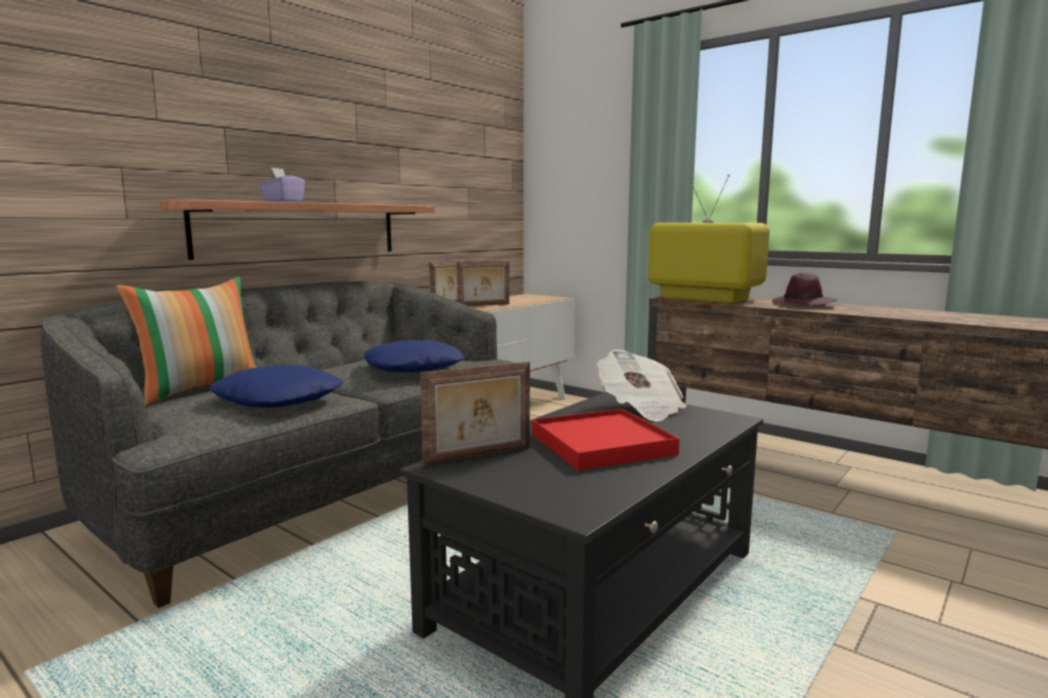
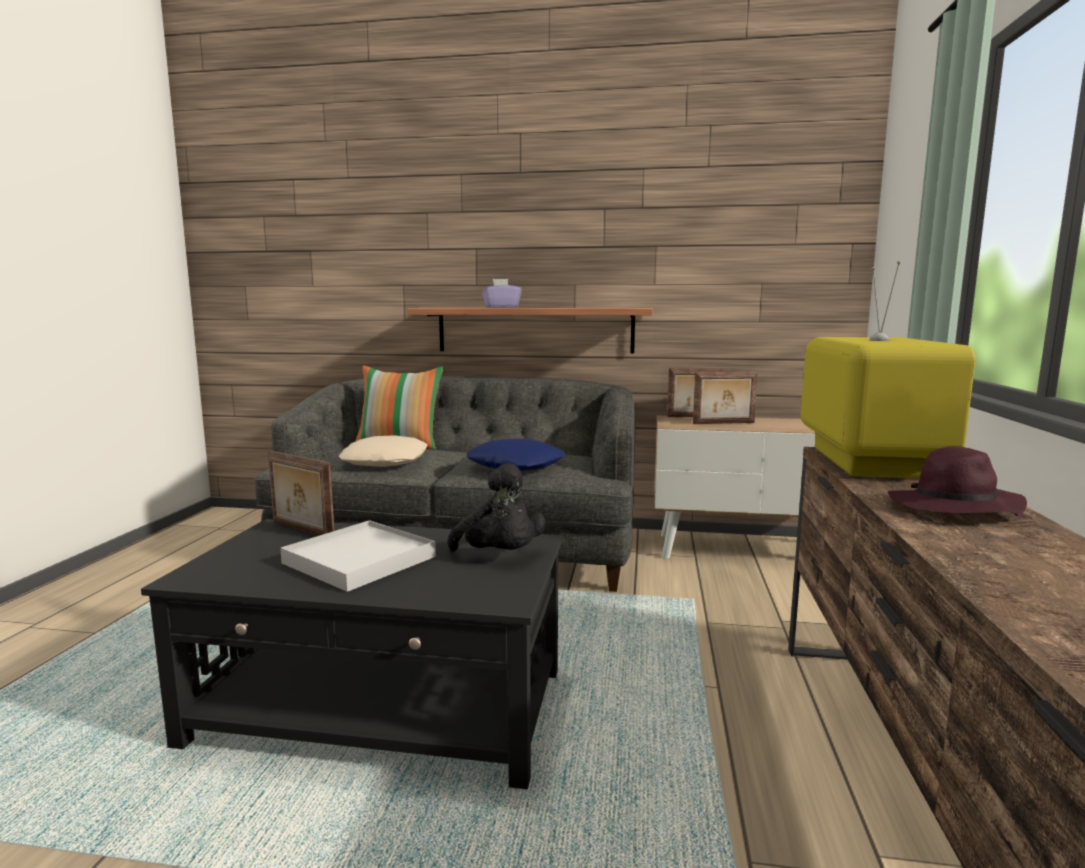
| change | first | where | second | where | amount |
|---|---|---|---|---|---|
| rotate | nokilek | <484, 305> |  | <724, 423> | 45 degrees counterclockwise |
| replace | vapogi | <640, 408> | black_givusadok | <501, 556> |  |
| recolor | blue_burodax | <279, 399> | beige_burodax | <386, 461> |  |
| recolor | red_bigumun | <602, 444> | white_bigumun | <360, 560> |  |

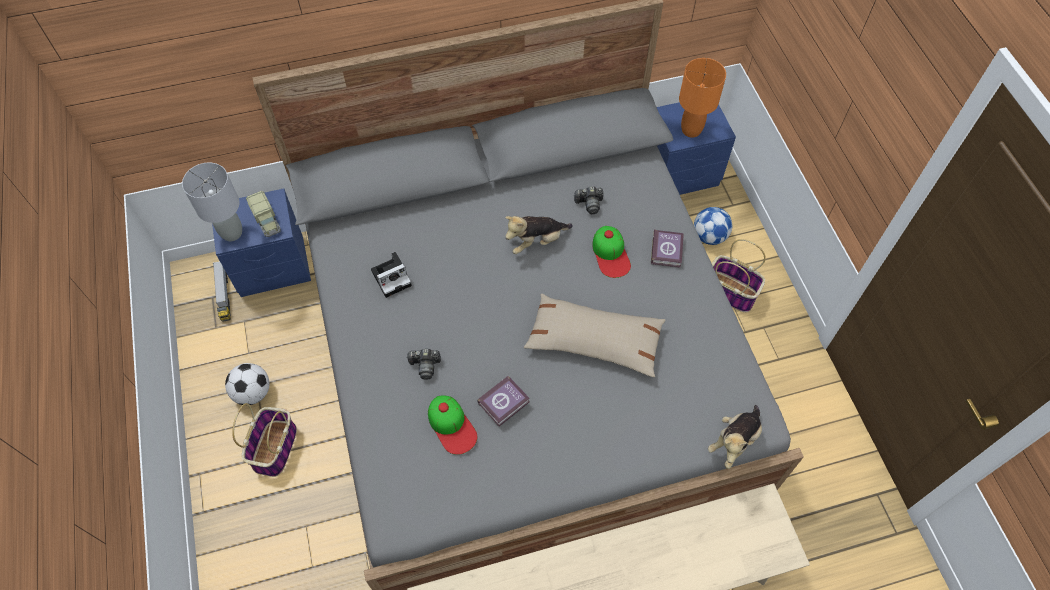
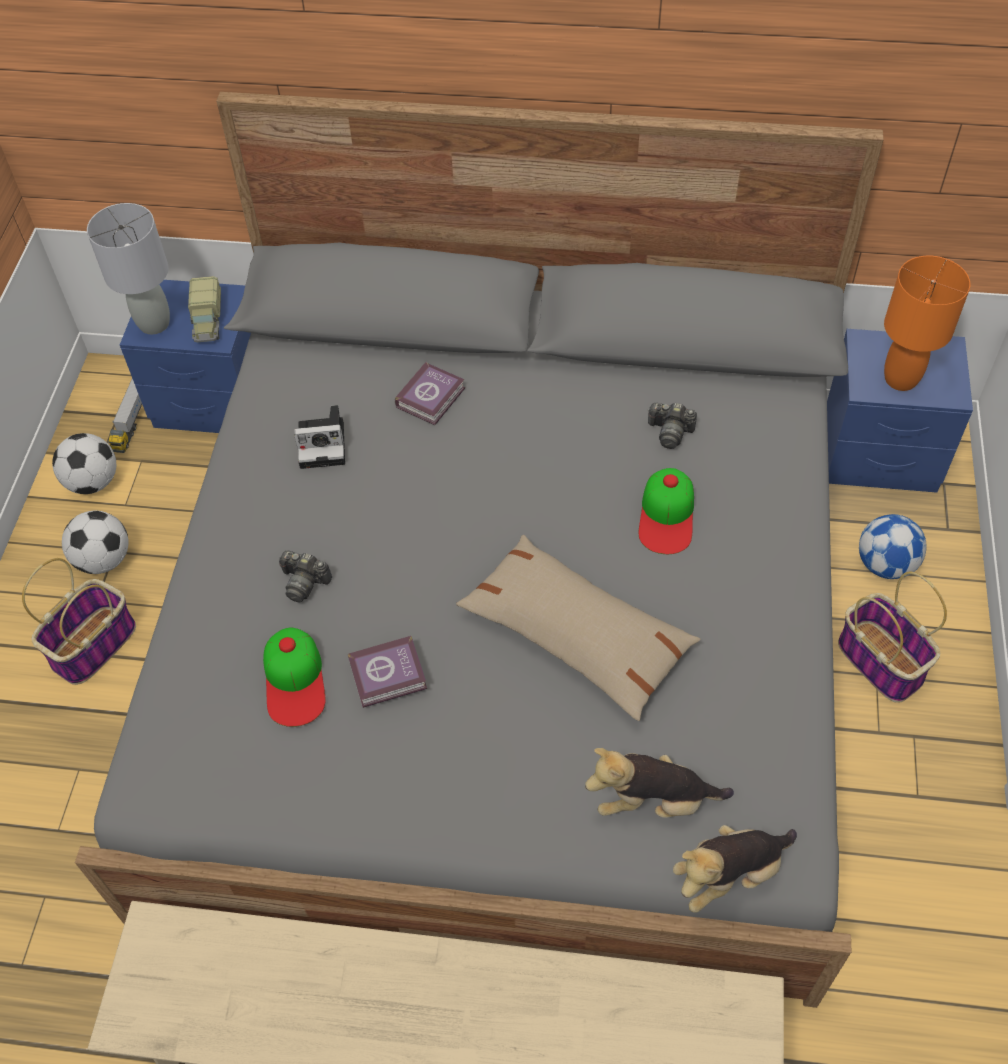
| change | first | where | second | where | amount |
|---|---|---|---|---|---|
| move | givusadok | <536, 241> |  | <653, 801> |  |
| move | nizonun | <667, 250> |  | <432, 397> |  |
| insert |  |  | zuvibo | <93, 482> |  |

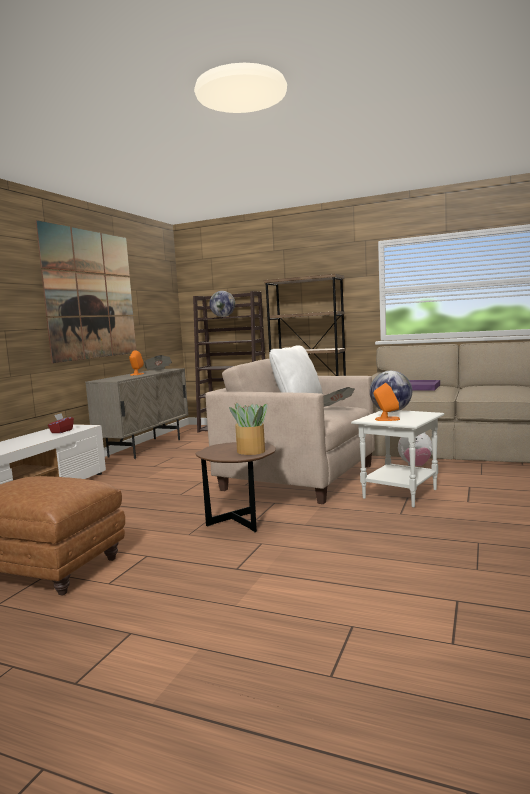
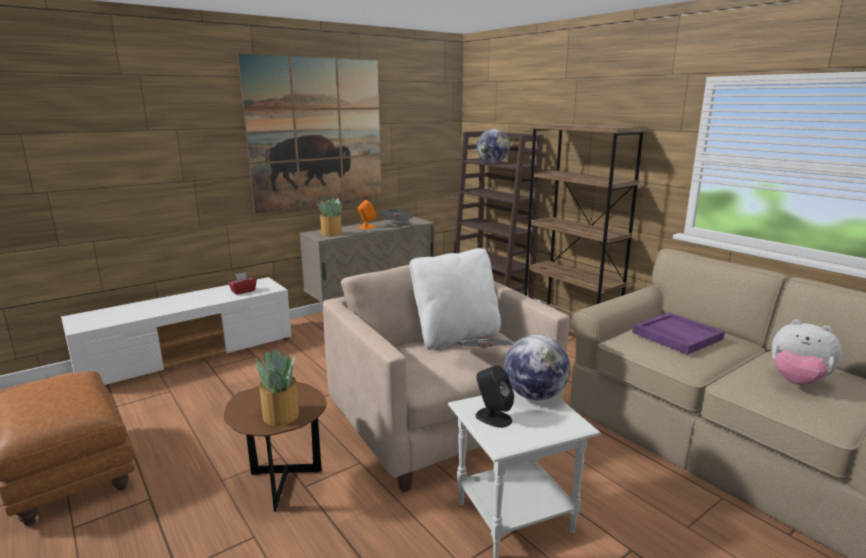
| change | first | where | second | where | amount |
|---|---|---|---|---|---|
| recolor | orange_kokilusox | <387, 419> | black_kokilusox | <493, 417> |  |
| move | givusadok | <416, 466> |  | <797, 382> |  |
| insert |  |  | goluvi | <331, 234> |  |

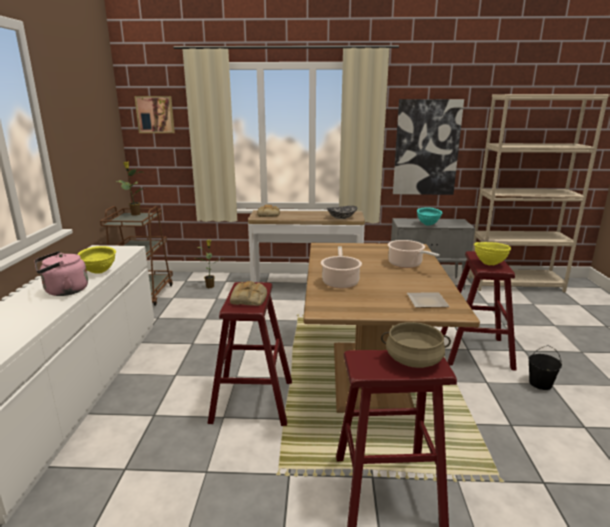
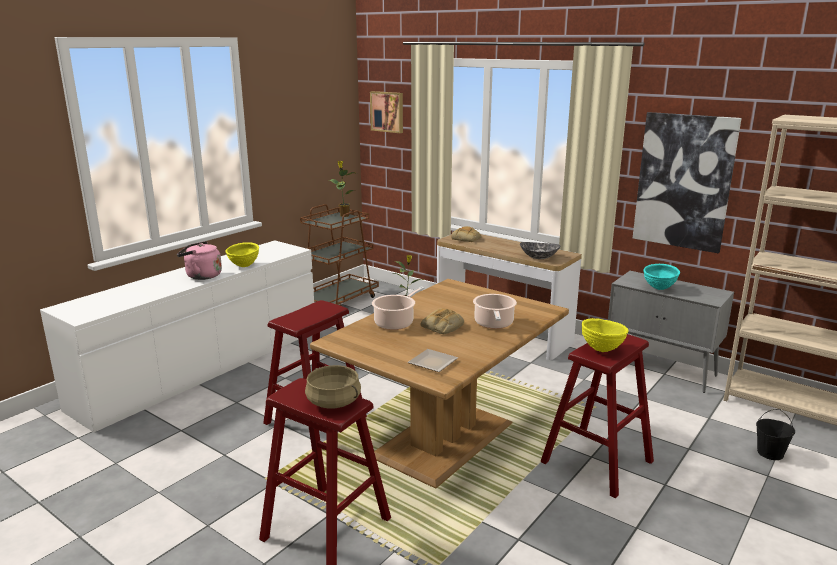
| change | first | where | second | where | amount |
|---|---|---|---|---|---|
| move | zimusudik | <249, 299> |  | <442, 326> |  |
| move | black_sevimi | <540, 383> |  | <770, 453> |  |

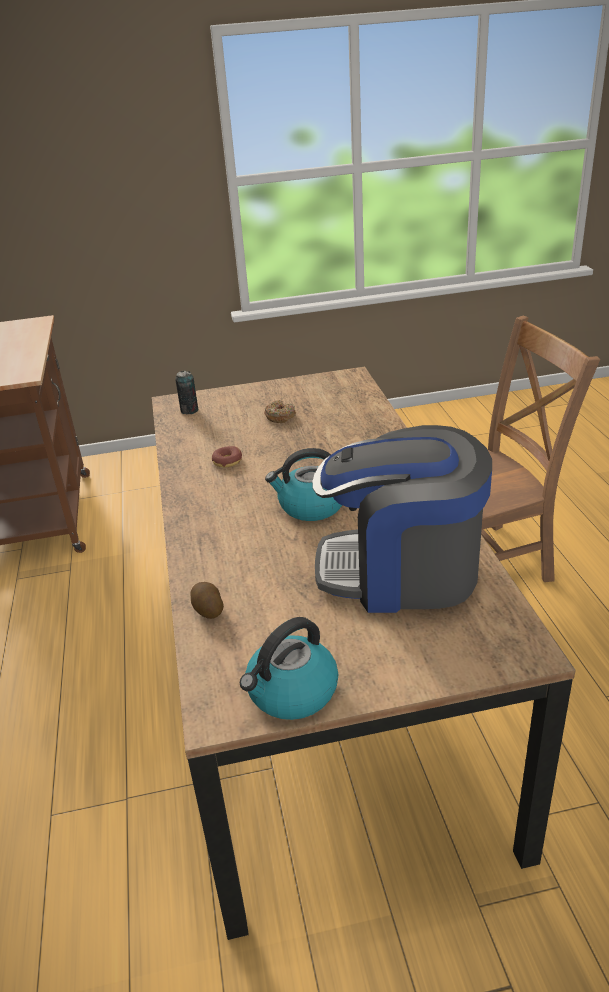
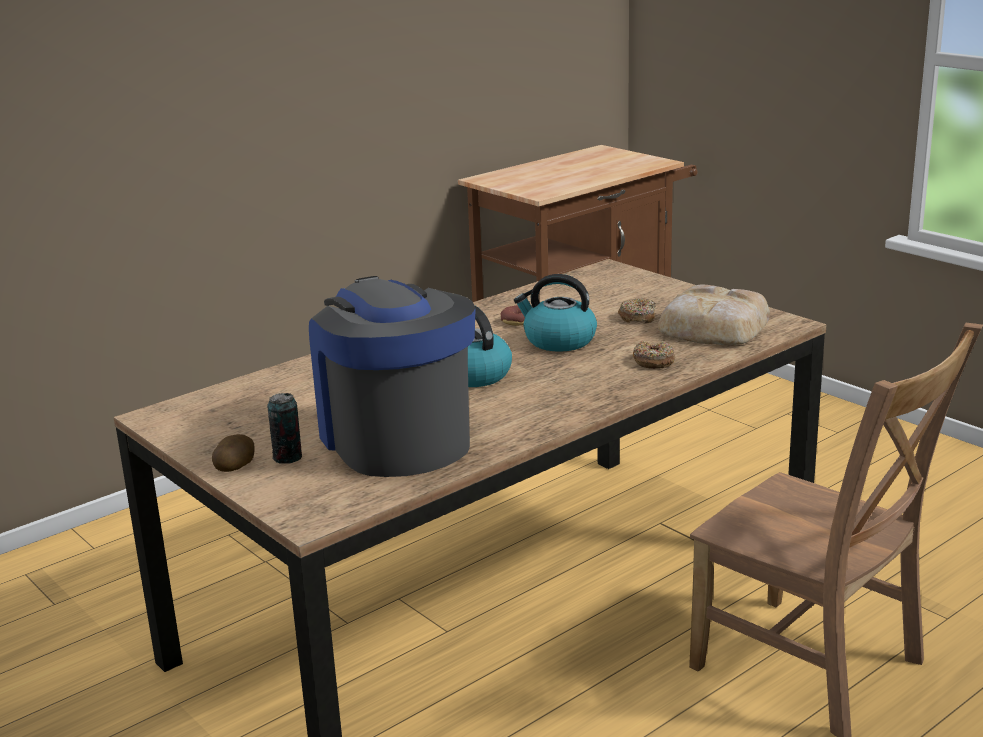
| change | first | where | second | where | amount |
|---|---|---|---|---|---|
| move | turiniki | <189, 411> |  | <287, 457> |  |
| move | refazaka | <208, 610> |  | <235, 466> |  |
| move | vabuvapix | <291, 693> |  | <558, 341> |  |
| insert |  |  | zimusudik | <712, 327> |  |
| insert |  |  | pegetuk | <653, 362> |  |

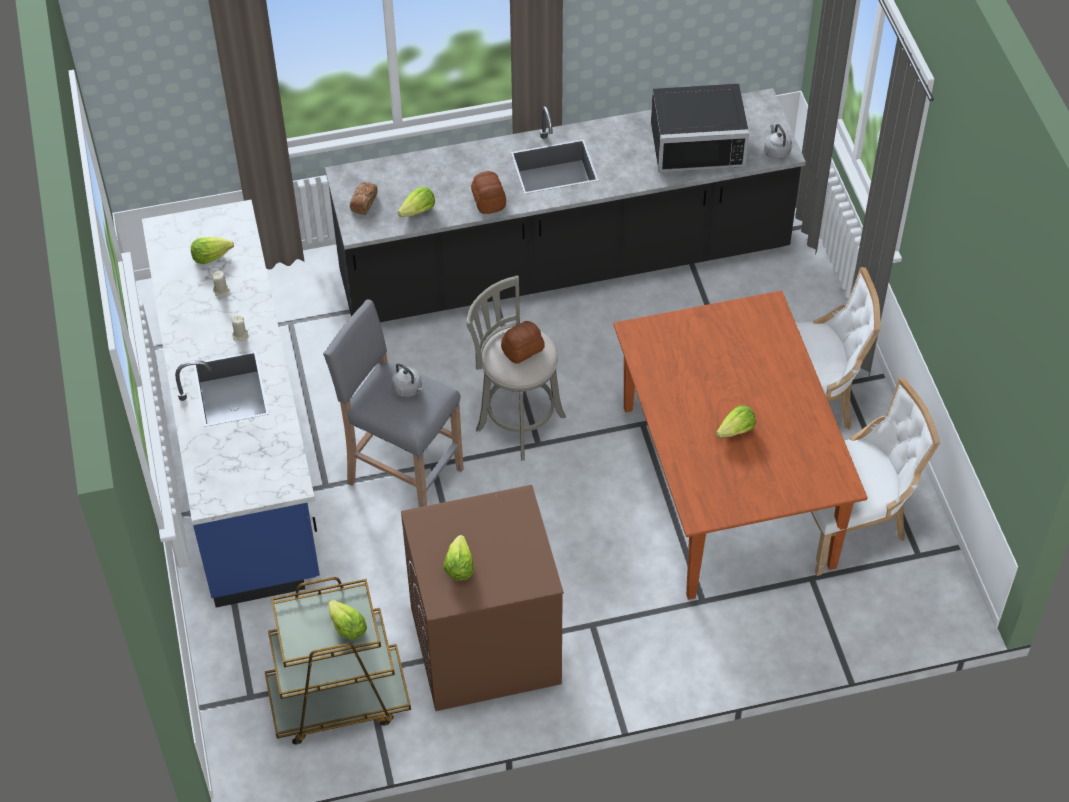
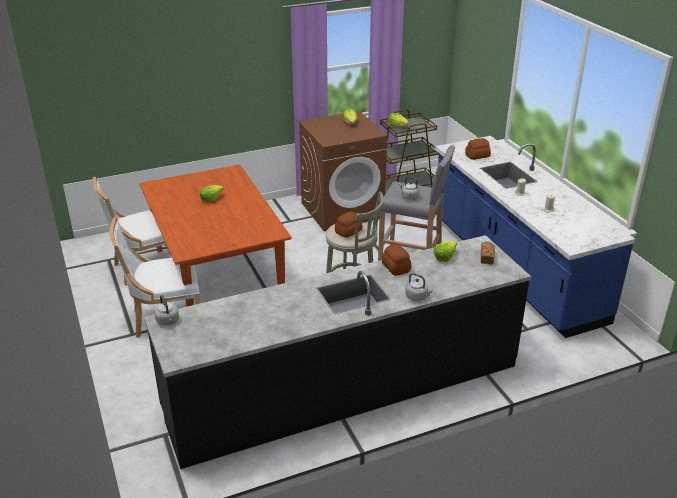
| change | first | where | second | where | amount |
|---|---|---|---|---|---|
| delete | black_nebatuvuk | <697, 141> |  |  |  |
| delete | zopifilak | <211, 256> |  |  |  |
| insert |  |  | zimusudik | <477, 156> |  |
| insert |  |  | grey_vabuvapix | <417, 297> |  |

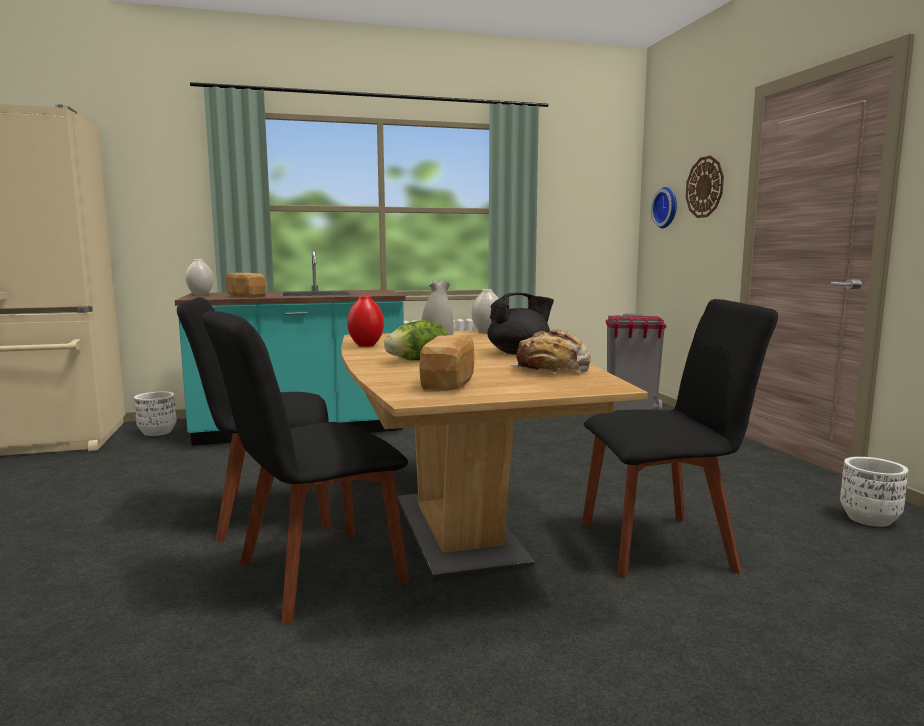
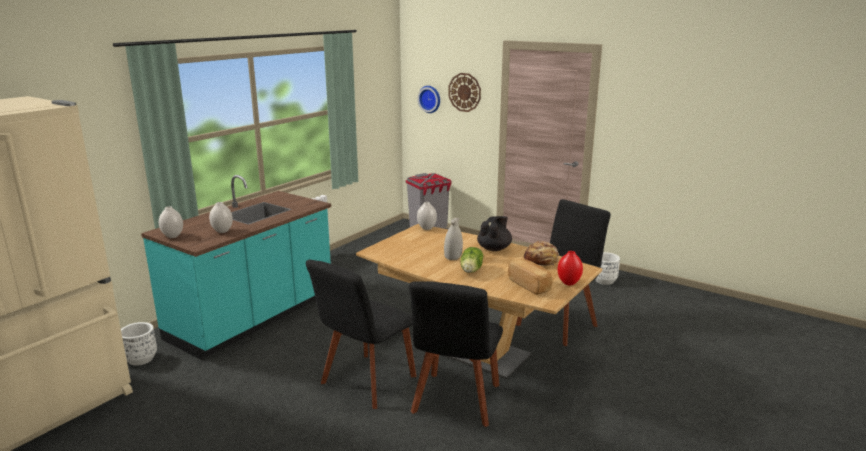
| change | first | where | second | where | amount |
|---|---|---|---|---|---|
| replace | zimusudik | <244, 296> | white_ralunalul | <222, 231> |  |
| move | red_ralunalul | <366, 345> |  | <569, 283> |  |

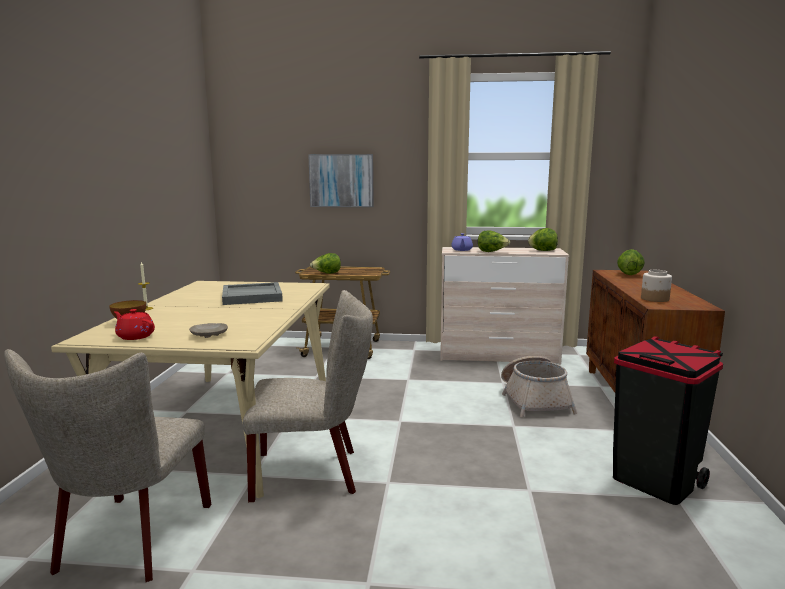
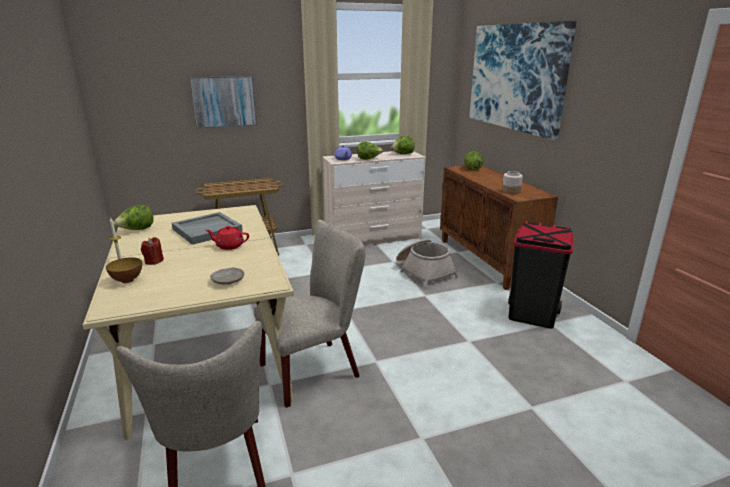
| change | first | where | second | where | amount |
|---|---|---|---|---|---|
| move | zopifilak | <327, 273> |  | <137, 230> |  |
| move | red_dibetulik | <135, 336> |  | <229, 246> |  |
| insert |  |  | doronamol | <516, 77> |  |
| insert |  |  | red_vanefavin | <154, 261> |  |

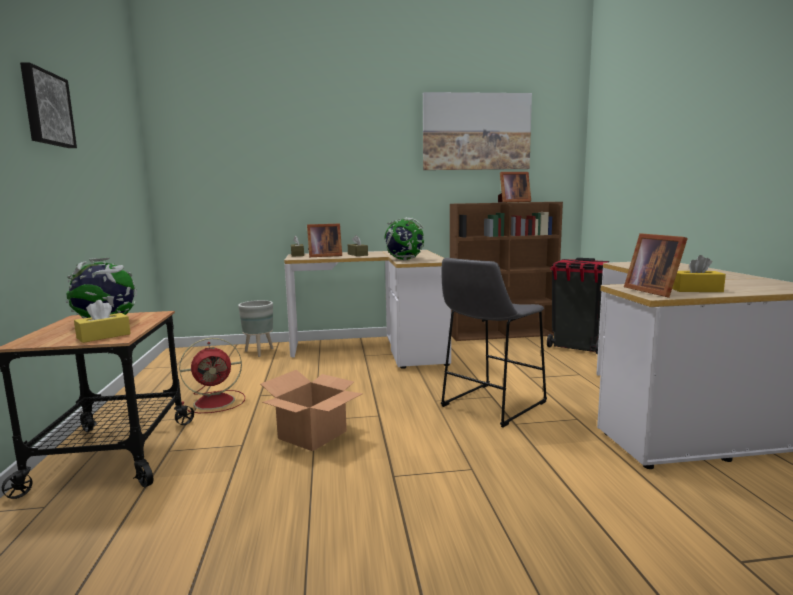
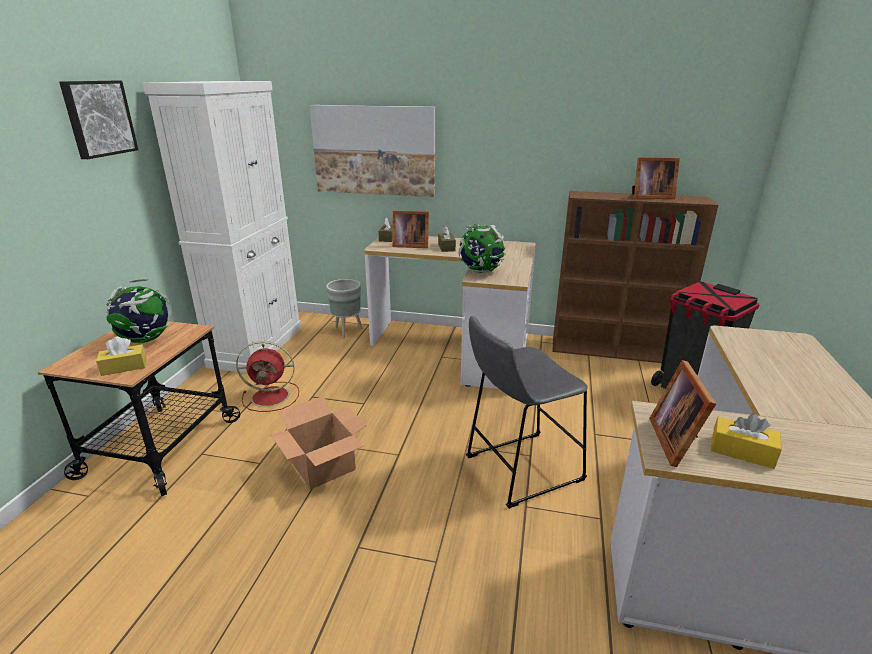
| change | first | where | second | where | amount |
|---|---|---|---|---|---|
| move | doronamol | <476, 132> |  | <374, 150> |  |
| insert |  |  | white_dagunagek | <257, 346> |  |

